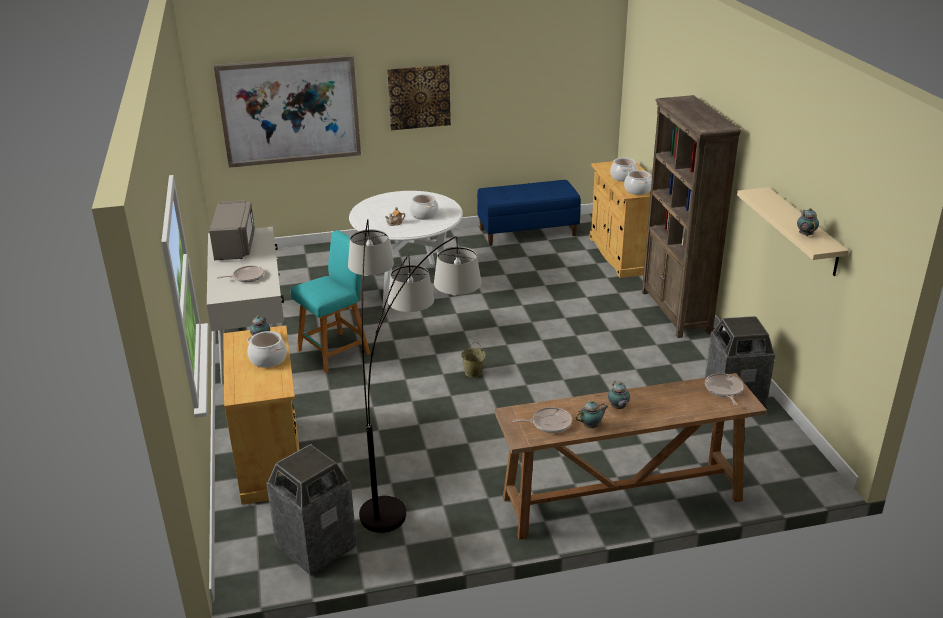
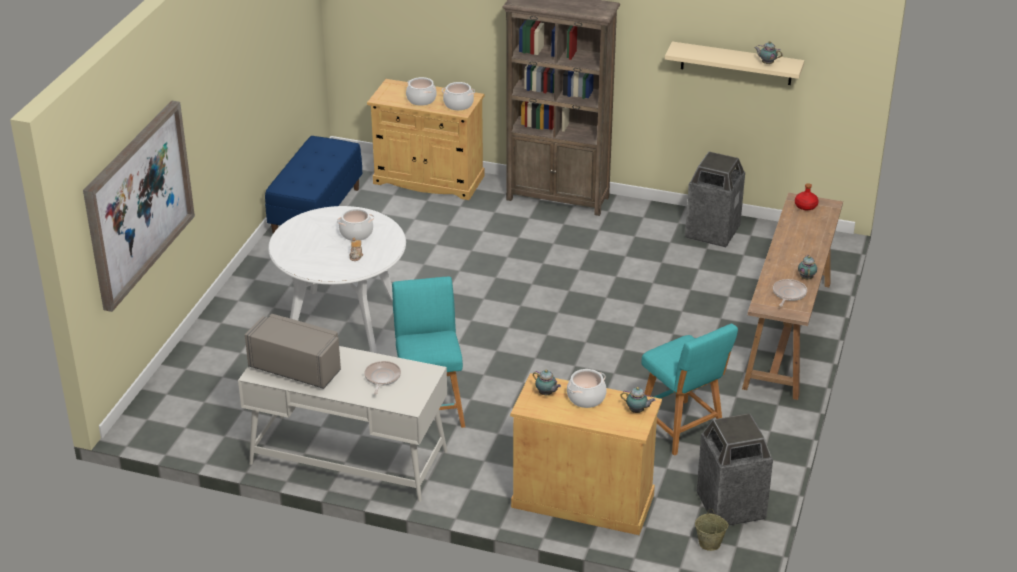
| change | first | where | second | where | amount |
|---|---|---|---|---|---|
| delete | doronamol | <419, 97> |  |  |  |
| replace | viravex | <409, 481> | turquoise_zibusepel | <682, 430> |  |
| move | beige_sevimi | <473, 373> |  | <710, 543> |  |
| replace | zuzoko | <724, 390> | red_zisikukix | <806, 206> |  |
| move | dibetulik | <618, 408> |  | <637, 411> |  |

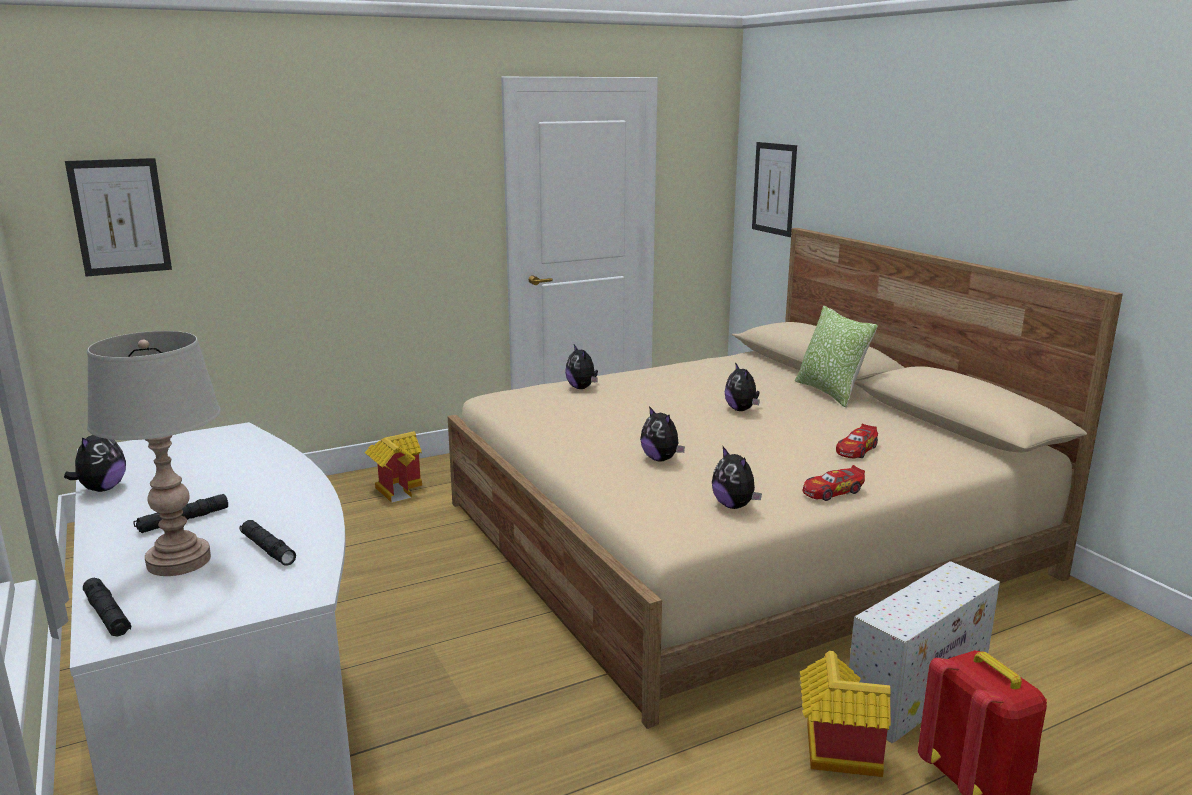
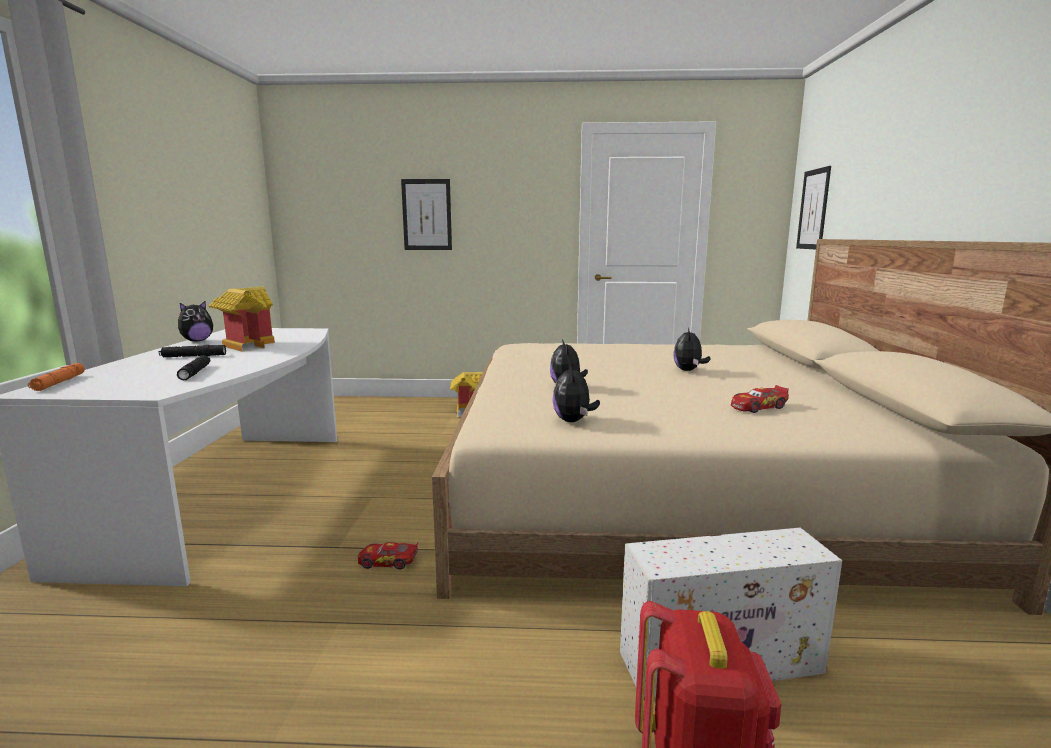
| change | first | where | second | where | amount |
|---|---|---|---|---|---|
| move | doronamol | <120, 217> |  | <427, 215> |  |
| delete | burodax | <830, 392> |  |  |  |
| delete | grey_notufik | <179, 561> |  |  |  |
| delete | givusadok | <582, 388> |  |  |  |
| move | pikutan | <832, 492> |  | <388, 562> |  |
| recolor | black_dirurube | <107, 615> | orange_dirurube | <59, 383> |  |
| move | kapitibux | <833, 752> |  | <247, 345> |  |

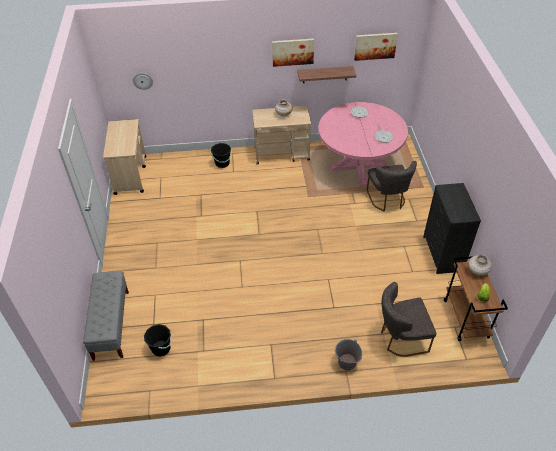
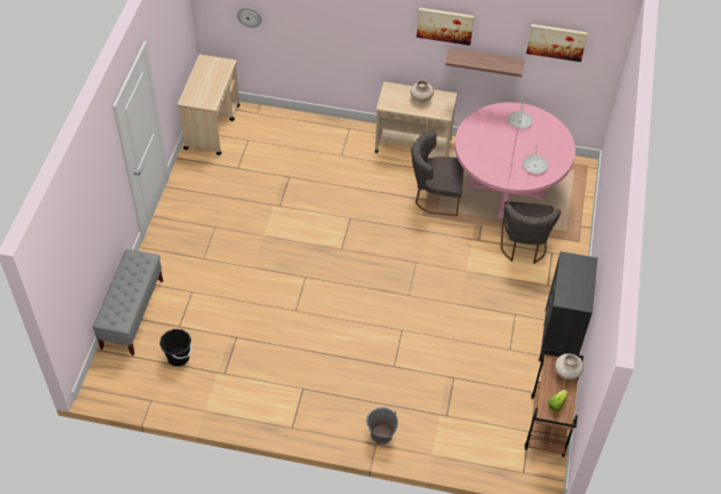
| change | first | where | second | where | amount |
|---|---|---|---|---|---|
| delete | black_sevimi | <222, 163> |  |  |  |
| move | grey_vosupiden | <400, 338> |  | <435, 197> |  |

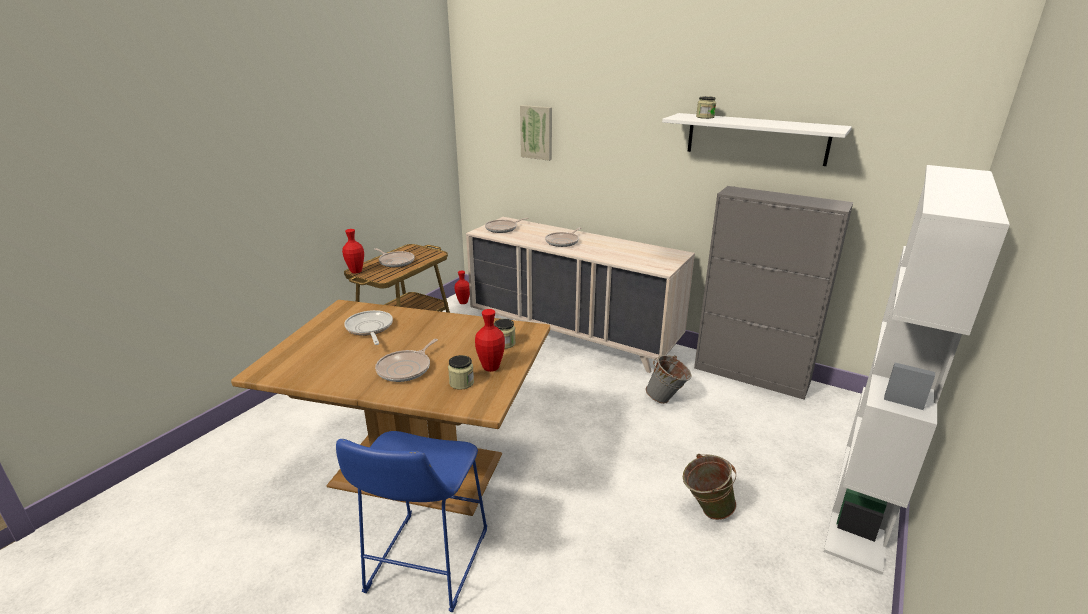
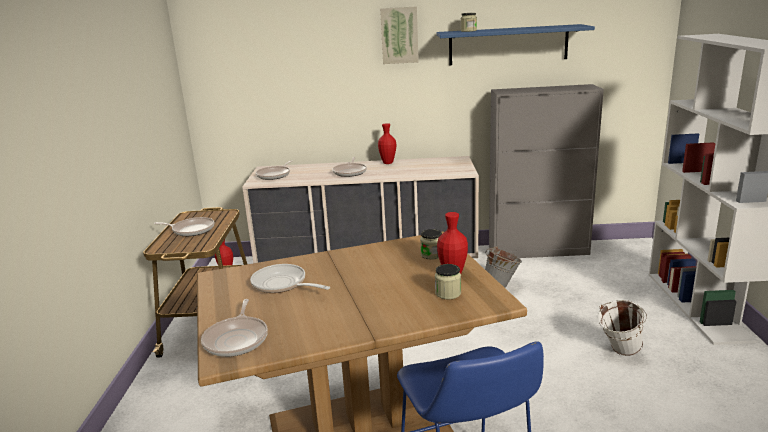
| change | first | where | second | where | amount |
|---|---|---|---|---|---|
| move | doronamol | <537, 132> |  | <399, 35> |  |
| recolor | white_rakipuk | <756, 138> | blue_rakipuk | <508, 45> |  |
| move | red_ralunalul | <356, 271> |  | <388, 163> |  |
| move | zuzoko | <406, 368> |  | <237, 339> |  |
| recolor | green_sevimi | <705, 511> | white_sevimi | <618, 352> |  |

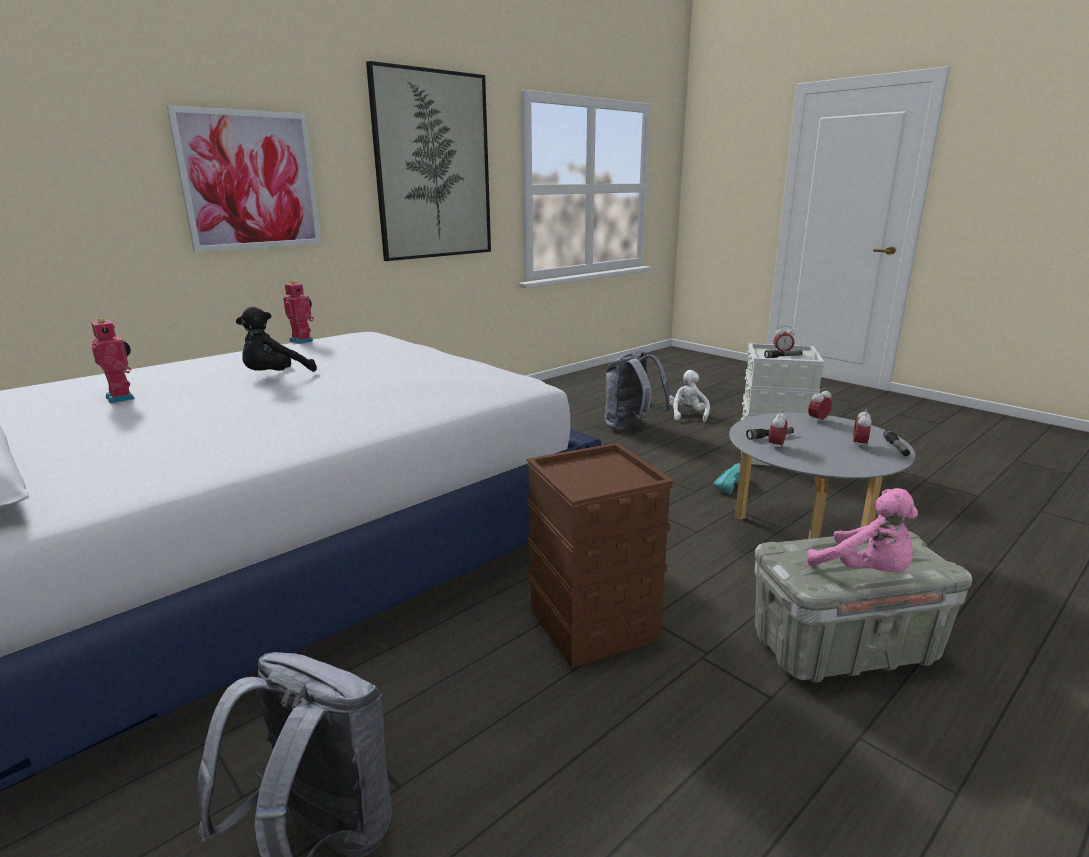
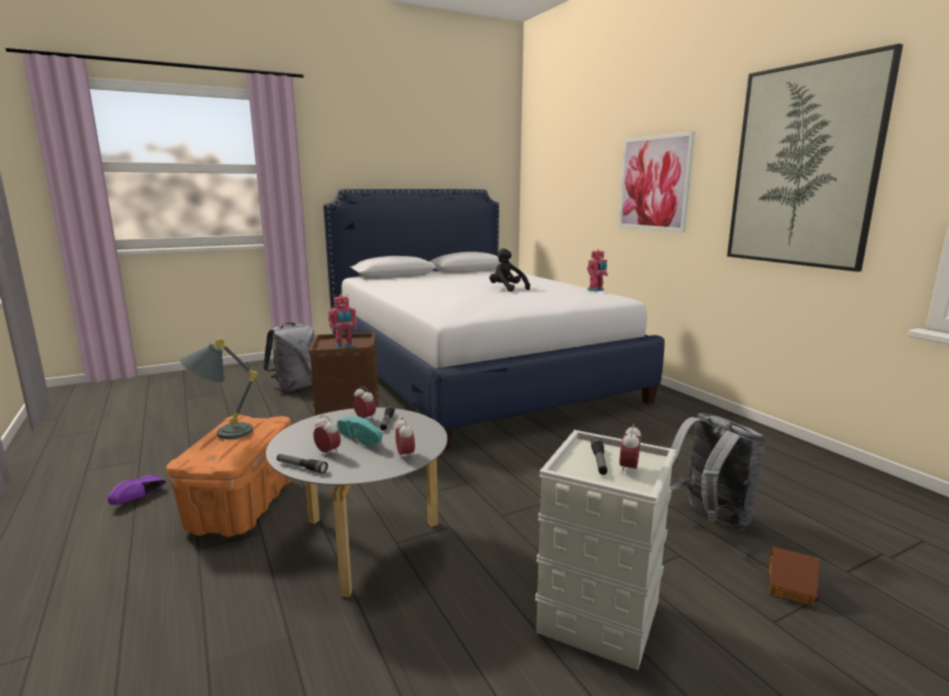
| change | first | where | second | where | amount |
|---|---|---|---|---|---|
| move | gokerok | <123, 397> |  | <344, 347> |  |
| replace | white_givusadok | <687, 415> | kapitibux | <790, 587> |  |
| move | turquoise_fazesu | <727, 485> |  | <364, 438> |  |
| replace | pink_givusadok | <865, 572> | grey_notufik | <221, 433> |  |
| recolor | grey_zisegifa | <843, 648> | orange_zisegifa | <242, 505> |  |
| insert |  |  | purple_fazesu | <140, 498> |  |

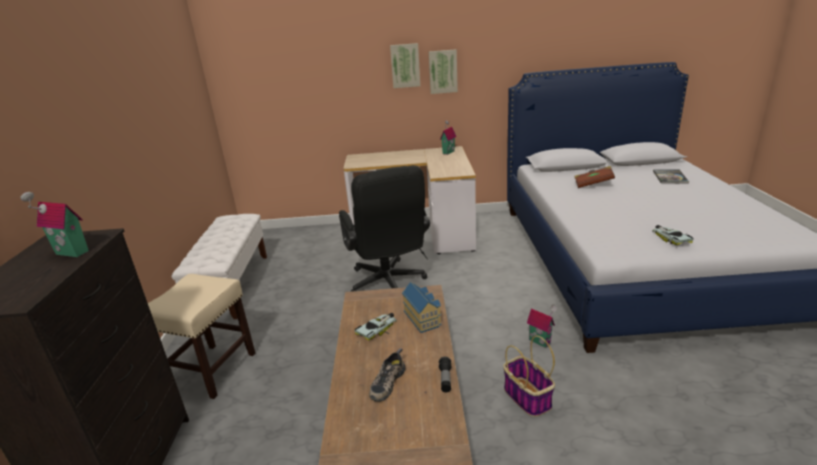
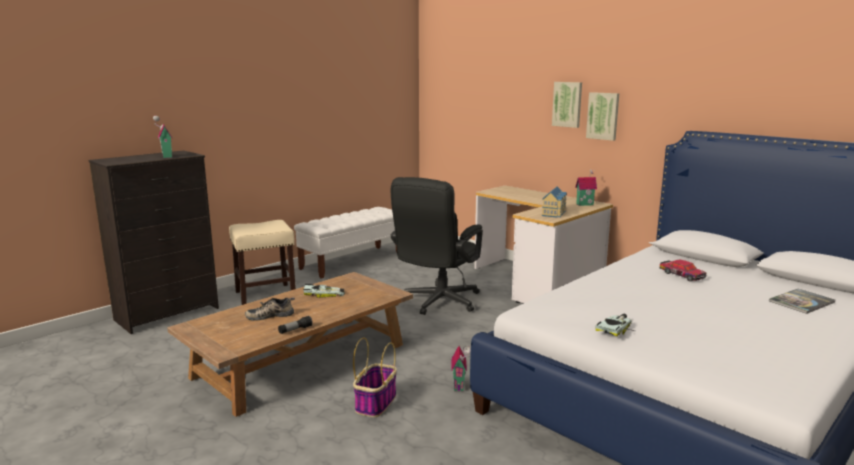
| change | first | where | second | where | amount |
|---|---|---|---|---|---|
| replace | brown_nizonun | <593, 184> | pikutan | <681, 275> |  |
| move | kapitibux | <423, 318> |  | <554, 213> |  |

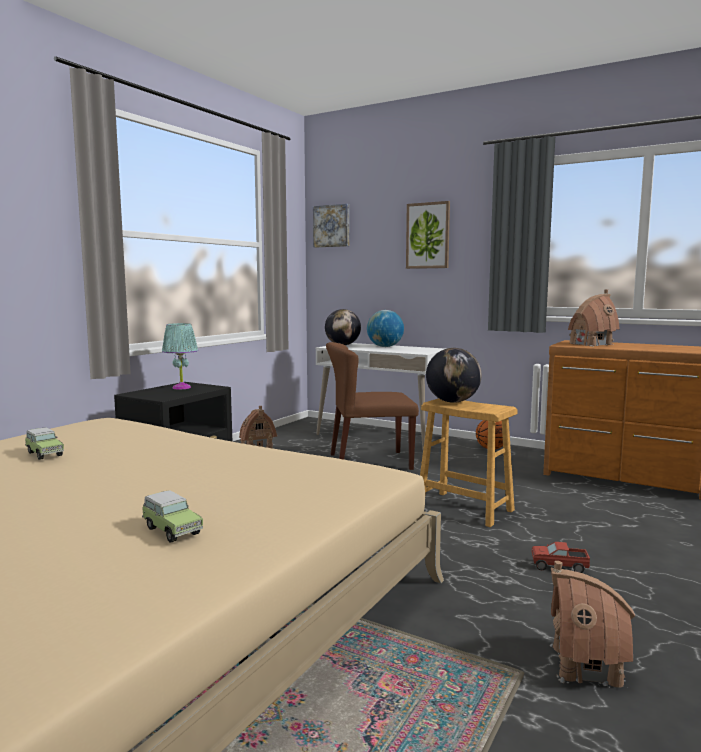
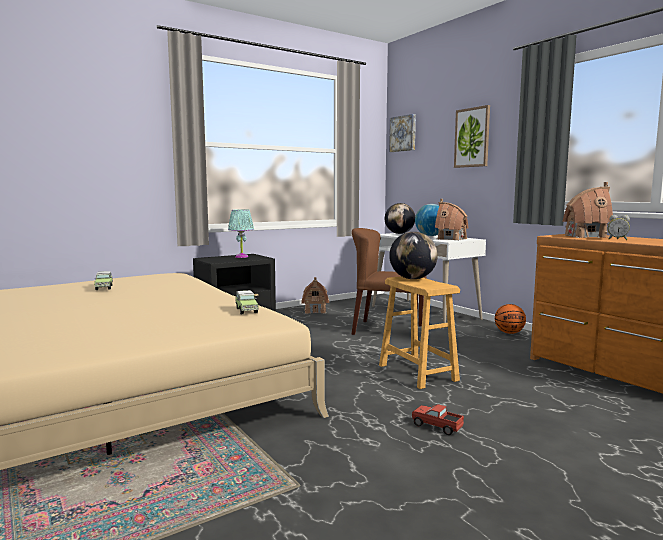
| change | first | where | second | where | amount |
|---|---|---|---|---|---|
| move | pikutan | <171, 530> |  | <246, 310> |  |
| move | kapitibux | <586, 665> |  | <451, 239> |  |
| insert |  |  | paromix | <617, 239> |  |

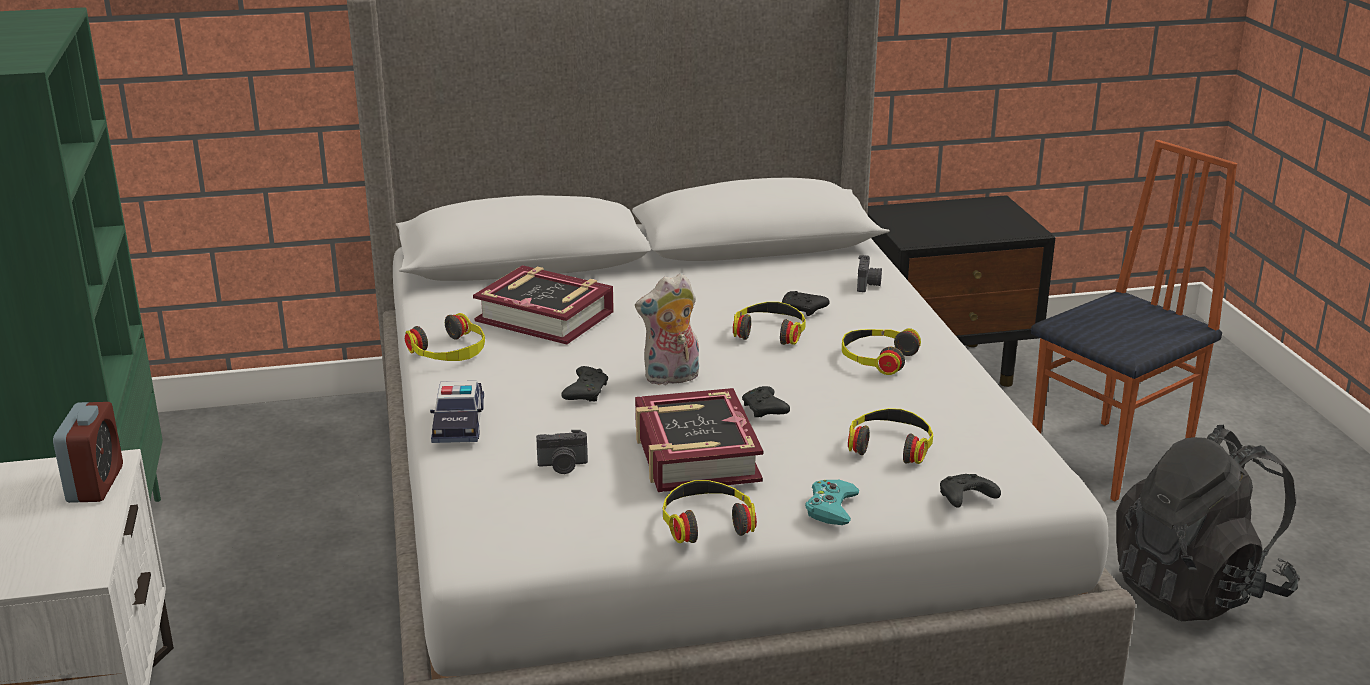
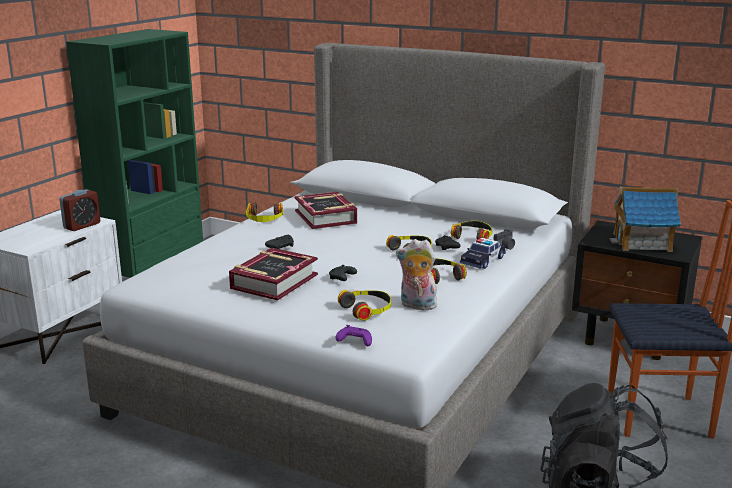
| change | first | where | second | where | amount |
|---|---|---|---|---|---|
| move | givusadok | <671, 378> |  | <416, 306> |  |
| move | pikutan | <459, 423> |  | <483, 260> |  |
| delete | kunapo | <563, 466> |  |  |  |
| recolor | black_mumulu | <965, 499> | purple_mumulu | <354, 342> |  |
| move | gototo | <706, 522> |  | <472, 236> |  |
| delete | turquoise_mumulu | <831, 508> |  |  |  |
| insert |  |  | kapitibux | <642, 242> |  |

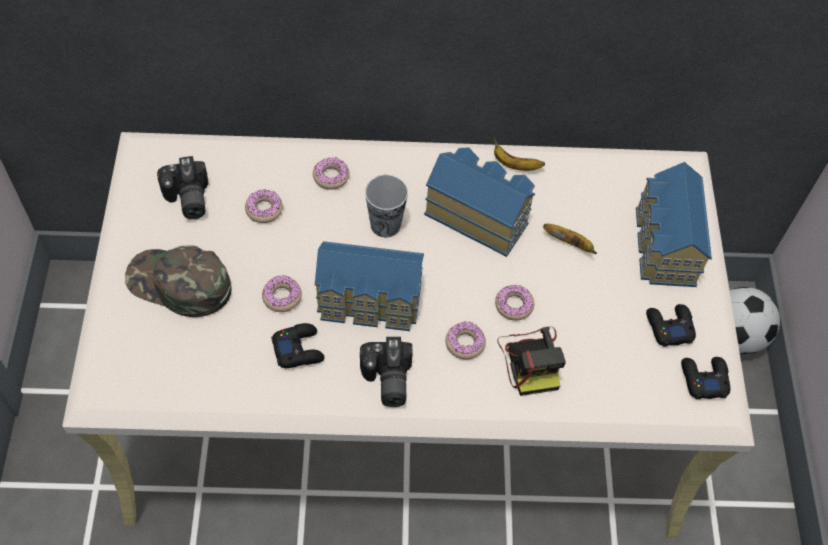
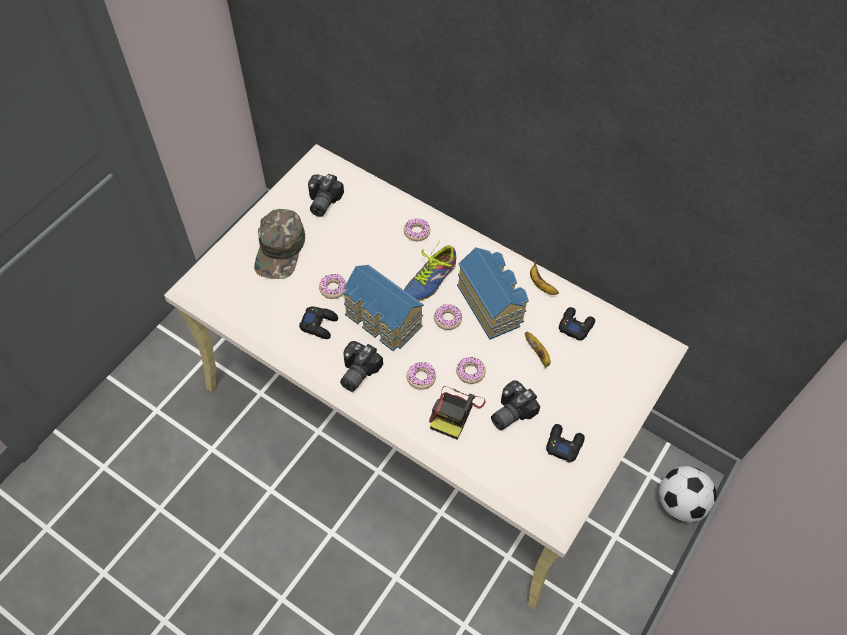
| change | first | where | second | where | amount |
|---|---|---|---|---|---|
| delete | kapitibux | <663, 245> |  |  |  |
| replace | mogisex | <385, 224> | fazesu | <428, 279> |  |
| move | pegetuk | <264, 209> |  | <447, 319> |  |
| rotate | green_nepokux | <179, 284> |  | <280, 249> | 135 degrees counterclockwise |
| move | black_mumulu | <703, 379> |  | <575, 325> |  |
| insert |  |  | kunapo | <509, 411> |  |

